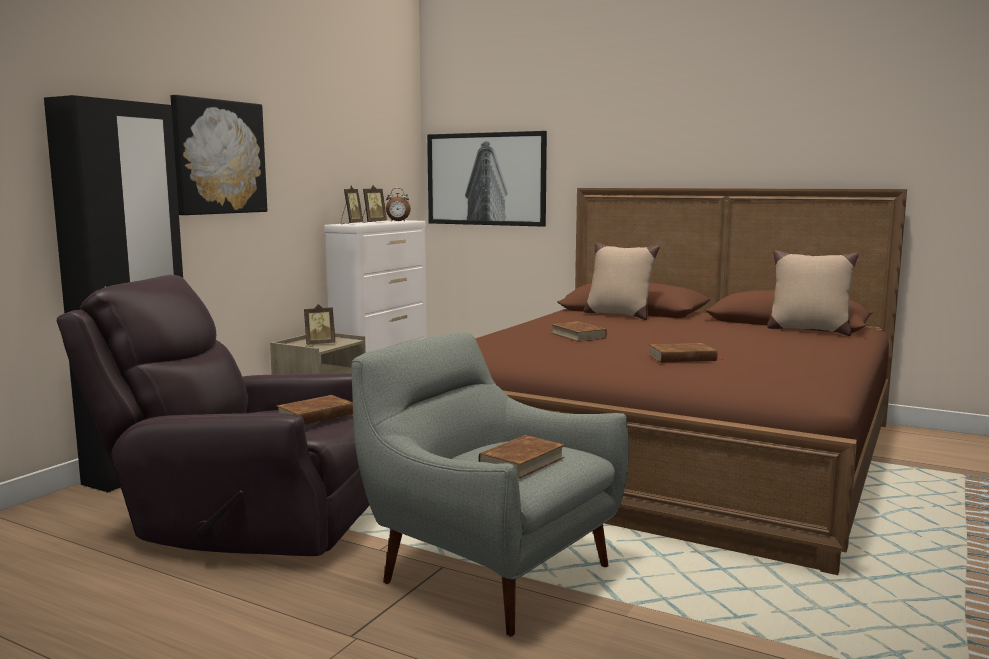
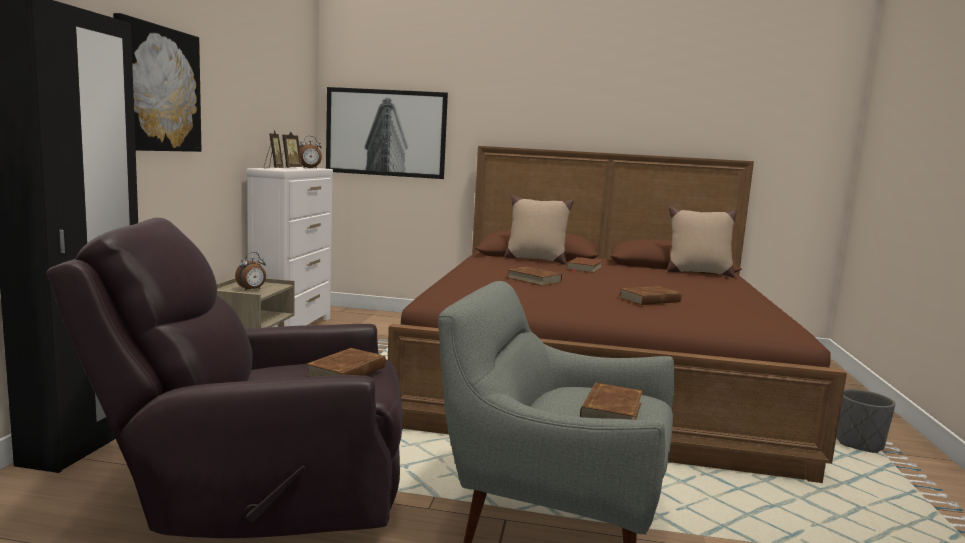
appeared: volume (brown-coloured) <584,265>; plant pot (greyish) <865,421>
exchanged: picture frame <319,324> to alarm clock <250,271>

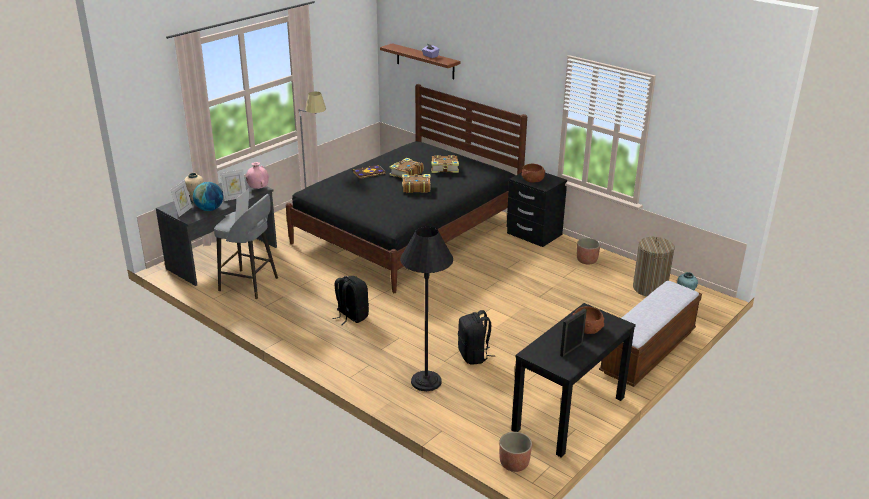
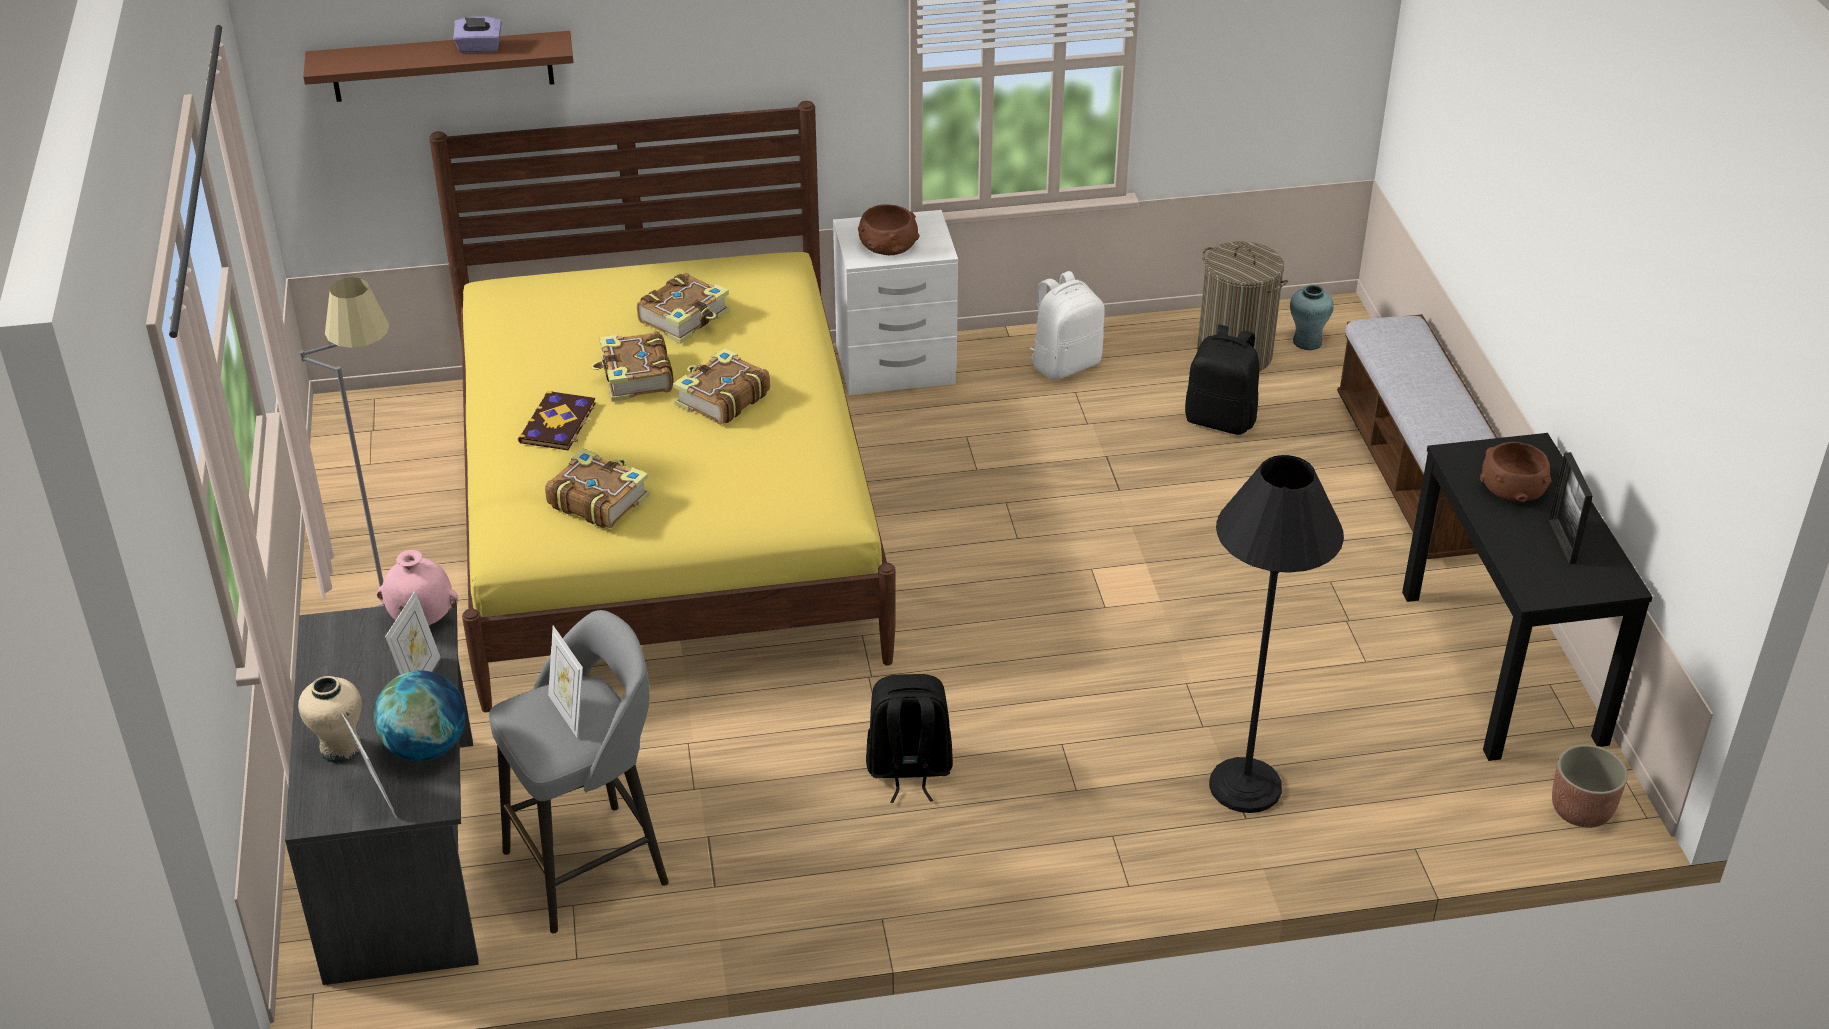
appeared: volume <597,488>
relocated: backpack (blackish) <476,337> to <1222,380>
exchanged: plant pot <588,251> to backpack (white-coloured) <1067,325>
colour: bed (blackish) <406,188> to bed (yellowish) <662,406>; nightstand (blackish) <537,209> to nightstand (white-coloured) <895,302>

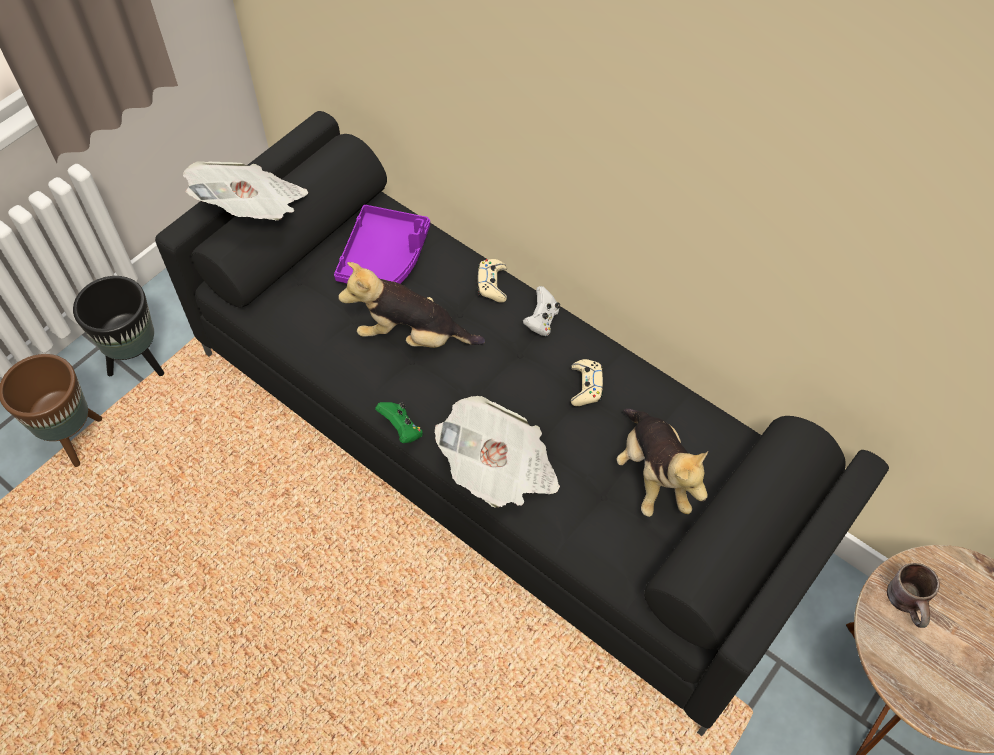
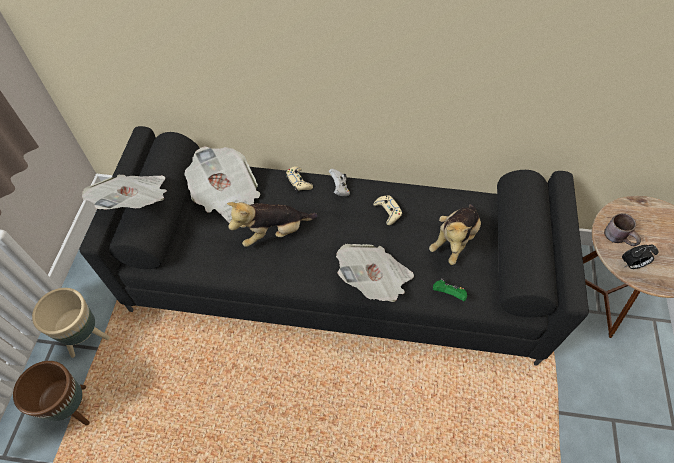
appeared: alarm clock <640,257>
relocated: game controller (green-coloured) <399,422> to <450,289>
exchanged: carrying tray (purple) <382,244> to newspaper <222,184>
colour: plant pot (blackish) <118,326> to plant pot (beige-coloured) <71,323>
spun: cuddly toy <662,463> = <455,234> 75 degrees clockwise

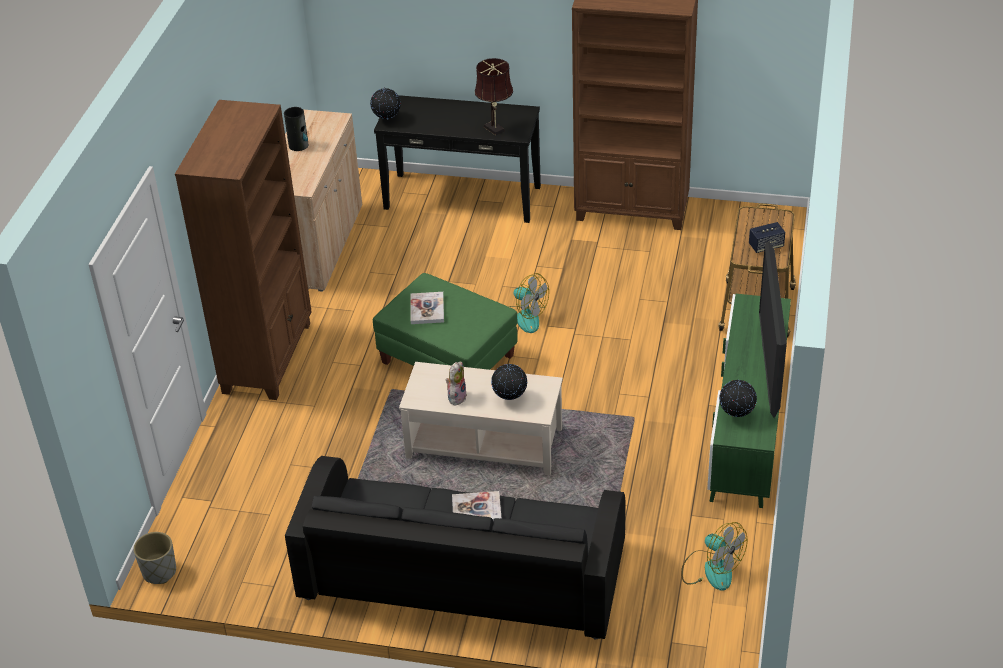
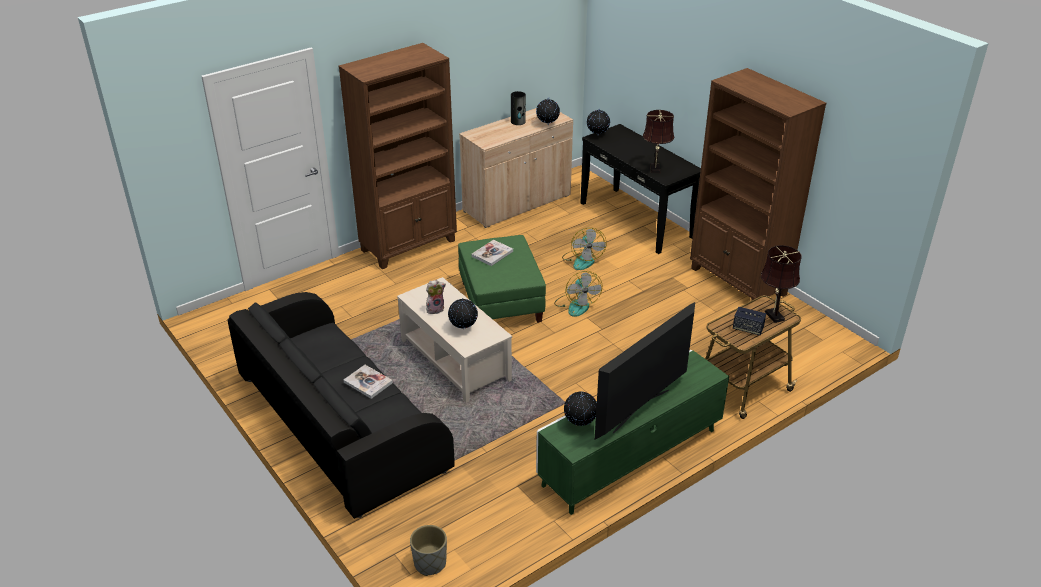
appeared: world globe <548,111>; lamp for a table (brown-coloured) <781,284>
relocated: fan <714,556> to <584,249>; plant pot (greyish) <154,558> to <428,550>

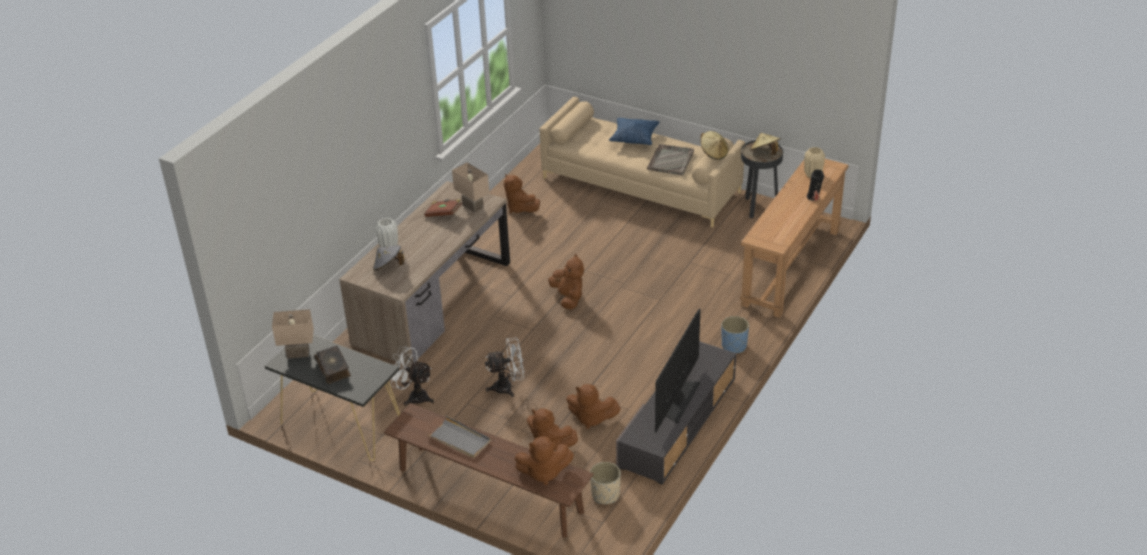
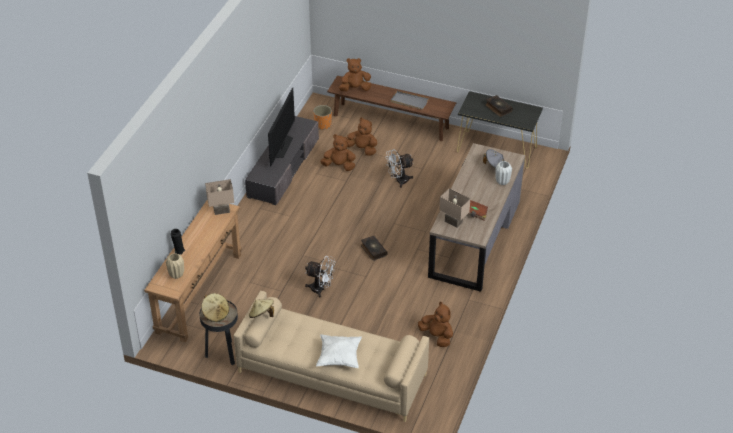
missing: carrying tray (greyish) <670,159>; plant pot (blue) <735,334>
relocated: lamp for a table (beige-coloured) <293,333> to <219,197>; fan (white-coloured) <412,376> to <320,276>
exchanged: cuddly toy (brown-coloured) <566,282> to volume <374,248>
colour: cushion (blue) <634,131> to cushion (white-coloured) <339,351>; plant pot (beige-coloured) <605,483> to plant pot (orange-coloured) <323,117>

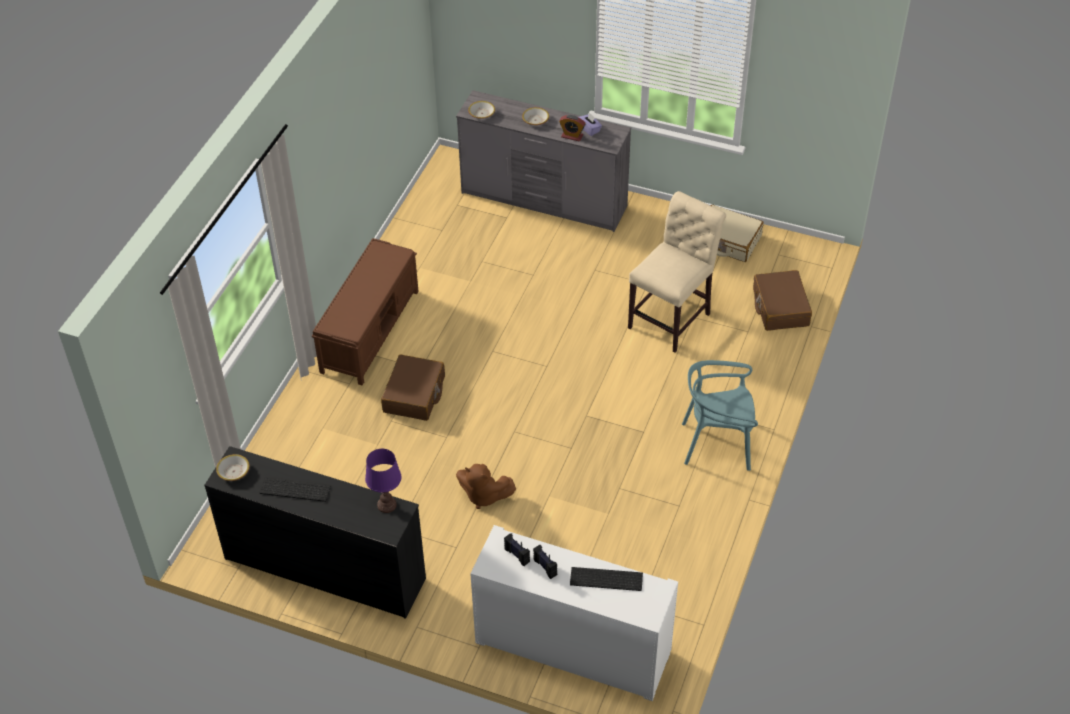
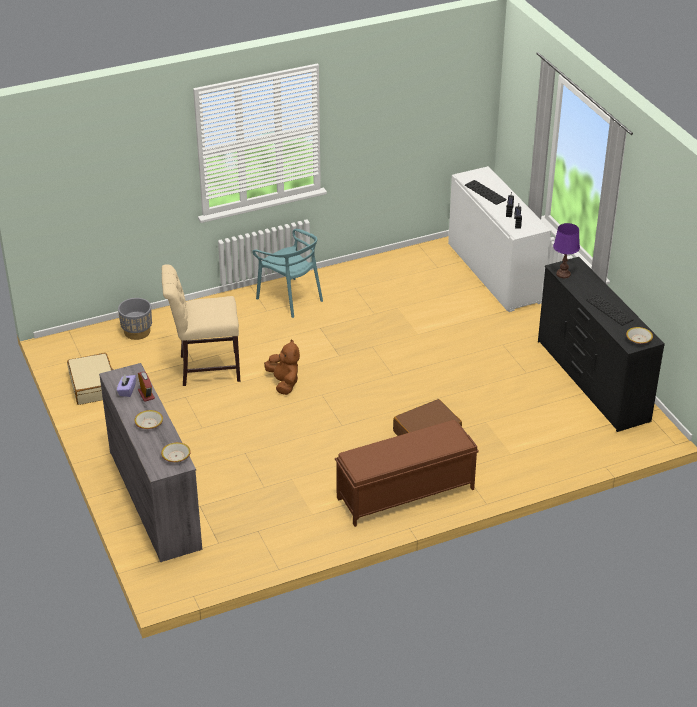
relocated: cuddly toy (brown-coloured) <486,486> to <282,367>
exchanged: suitcase (brown-coloured) <782,300> to plant pot (greyish) <135,319>

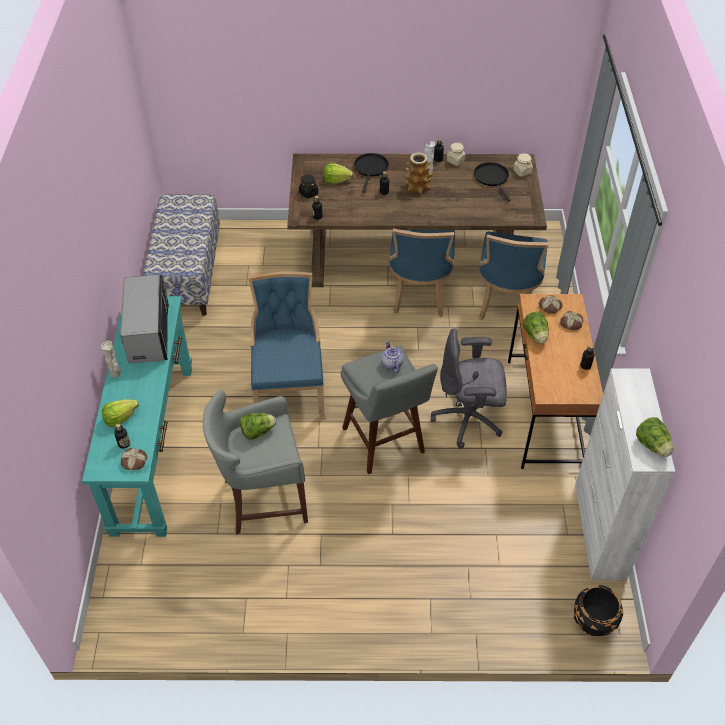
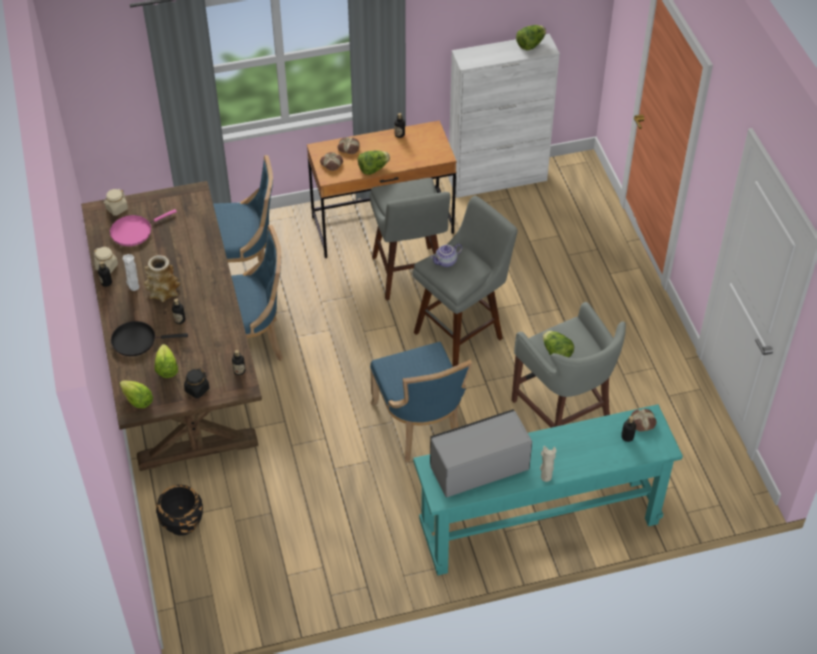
missing: bench <181,255>
relocated: lettuce <120,413> to <136,394>; plant pot (blackish) <598,610> to <179,509>
exchanged: computer chair (greyish) <469,388> to sitting stool (greyish) <410,239>
colour: pan (blackish) <492,182> to pan (pink-coloured) <143,227>
spun: plain chair (blue) <287,345> = <421,402> 90 degrees counterclockwise

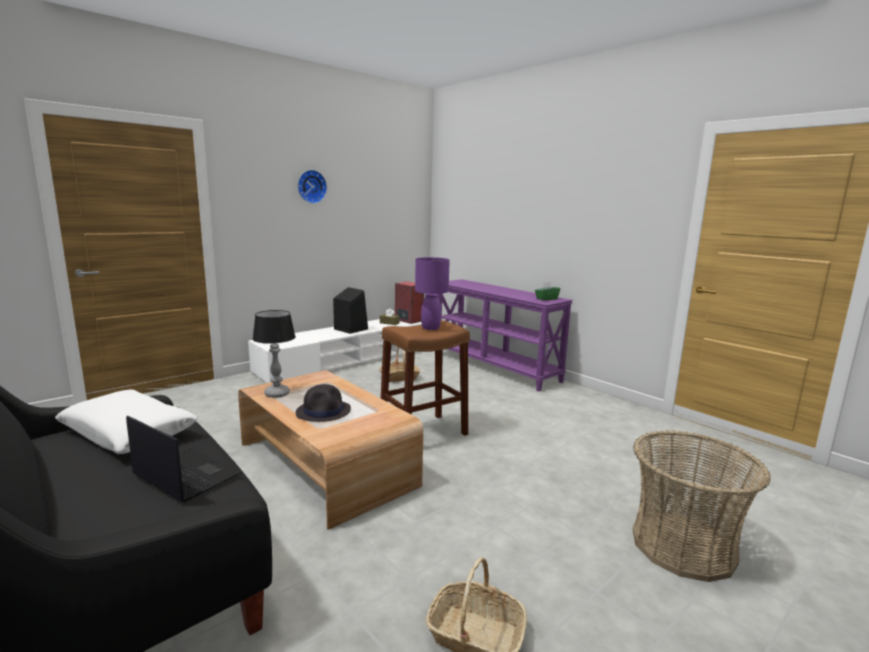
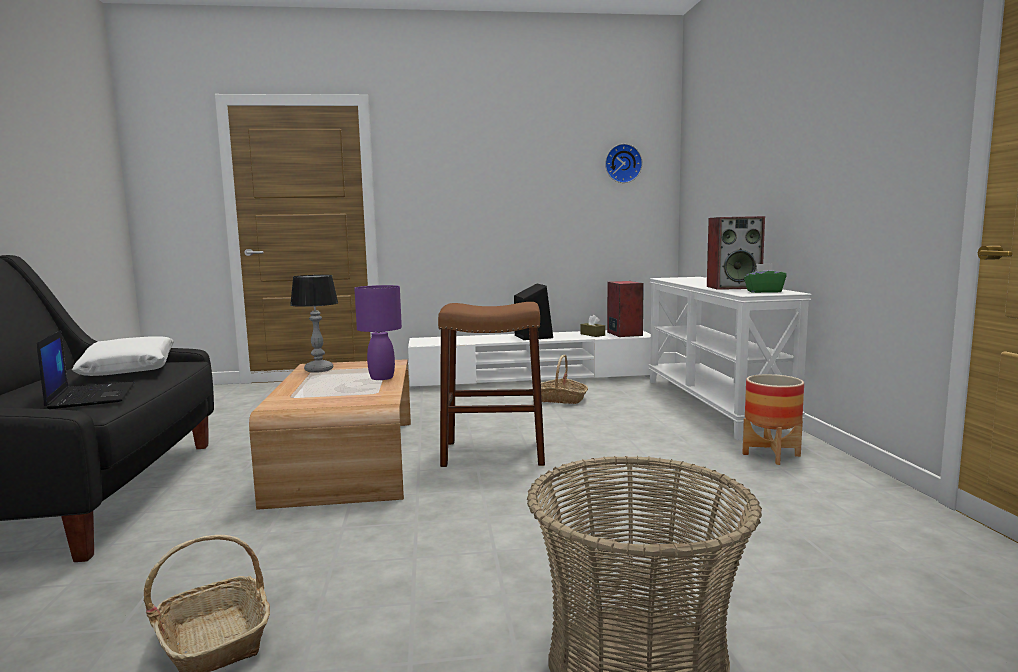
missing: wearable hat (blackish) <323,403>
appeared: audio speaker <736,253>; plant pot <773,419>
relocated: clock on the wall <312,187> to <623,163>; lamp for a table (purple) <432,293> to <378,332>
colour: narrow table (purple) <505,335> to narrow table (white-coloured) <730,358>

